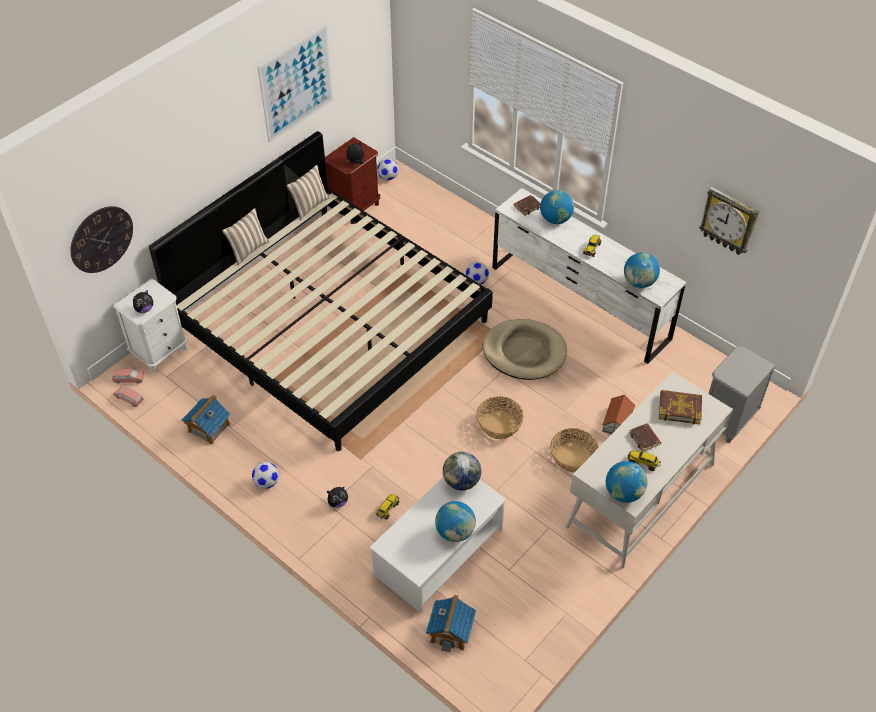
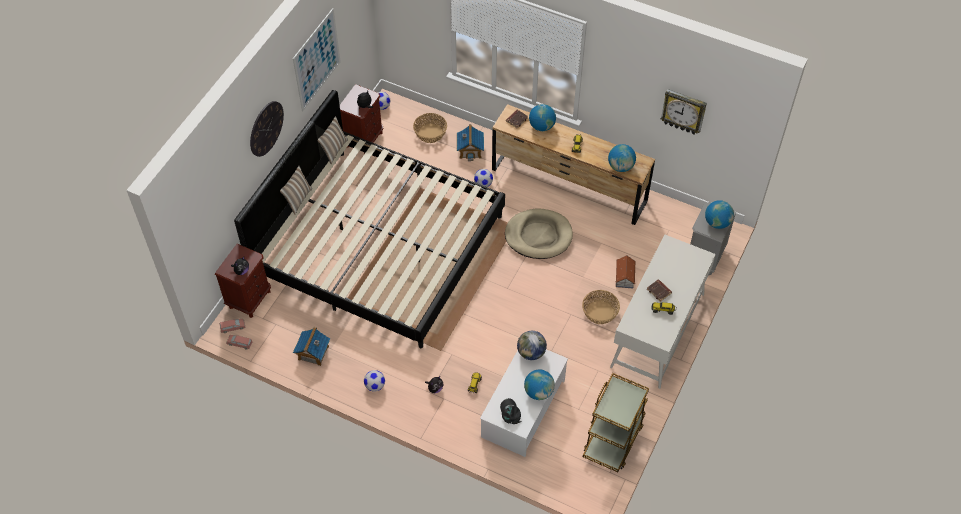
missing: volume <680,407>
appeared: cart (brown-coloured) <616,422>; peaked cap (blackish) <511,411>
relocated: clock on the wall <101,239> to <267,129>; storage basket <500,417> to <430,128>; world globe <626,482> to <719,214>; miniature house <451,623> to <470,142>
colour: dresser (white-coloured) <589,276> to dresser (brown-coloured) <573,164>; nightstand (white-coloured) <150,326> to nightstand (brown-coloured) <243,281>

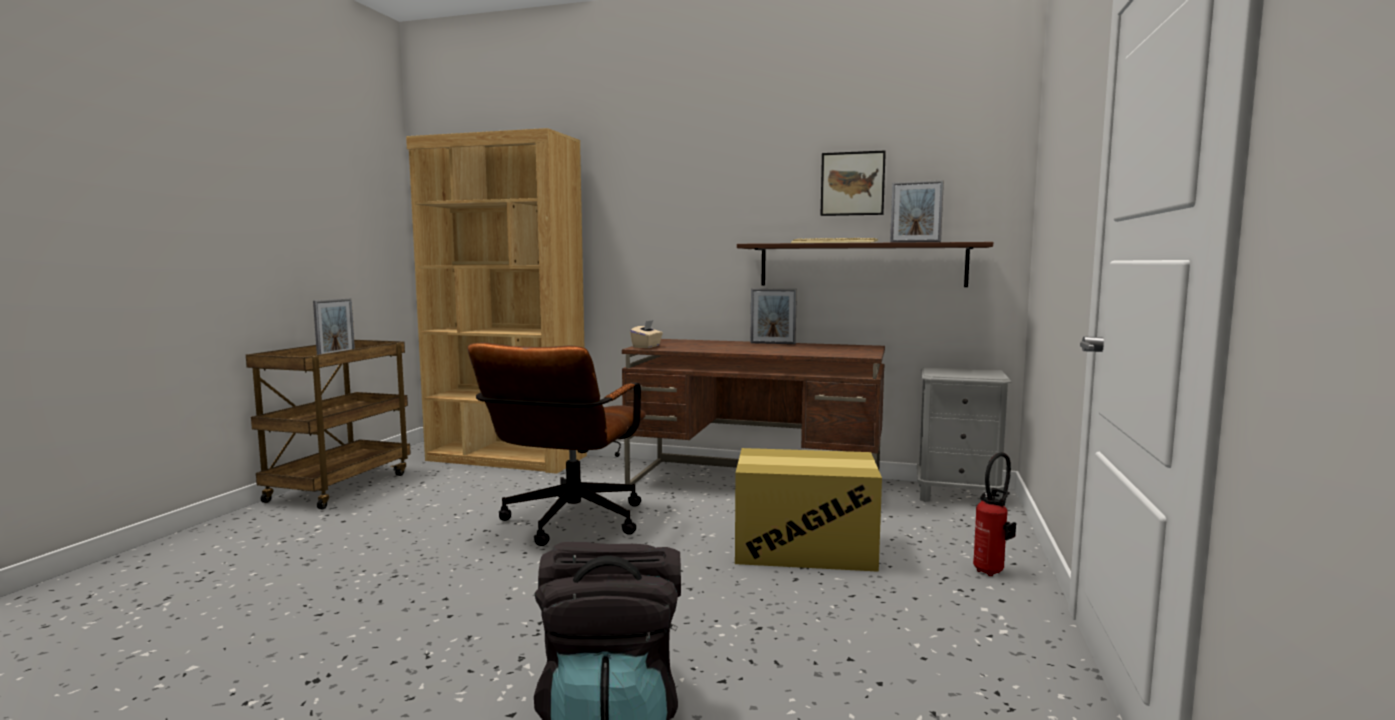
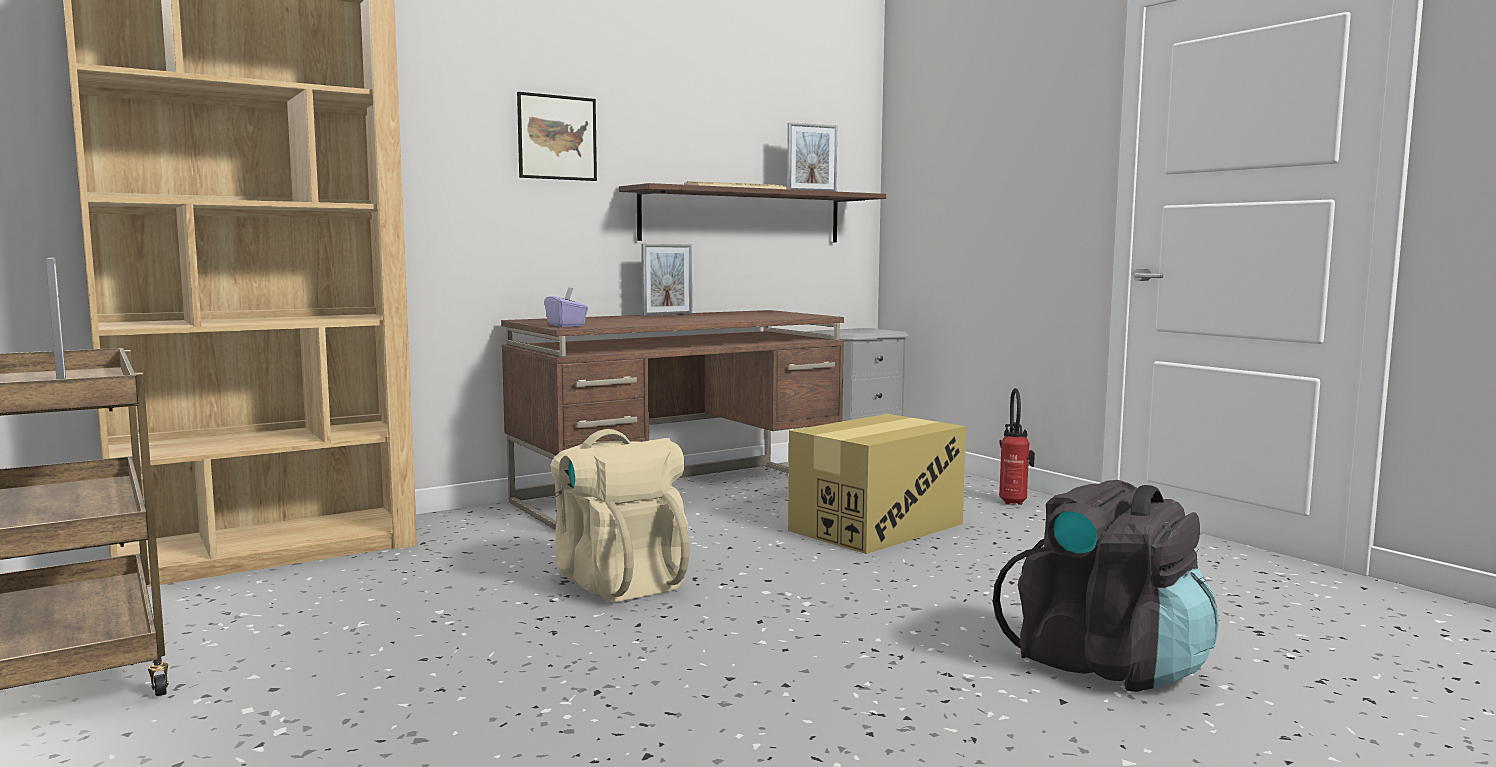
relocated: picture <853,183> to <557,136>
exchanged: computer chair (brown-coloured) <556,444> to backpack (beige-coloured) <620,515>
colour: tissue holder (beige-coloured) <646,334> to tissue holder (purple) <566,307>

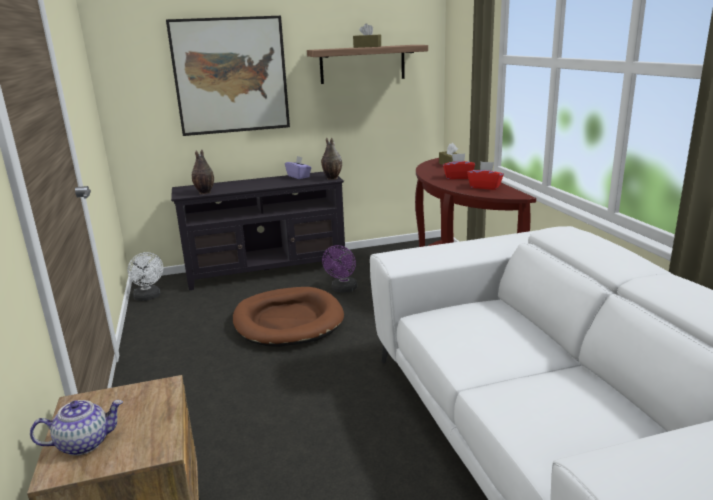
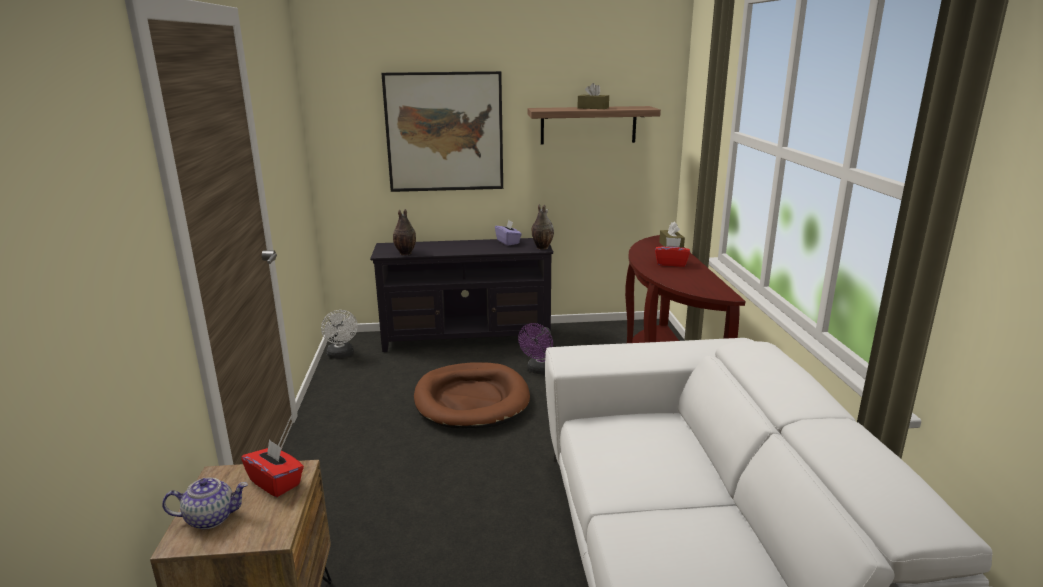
relocated: tissue holder (reddish) <485,175> to <272,468>

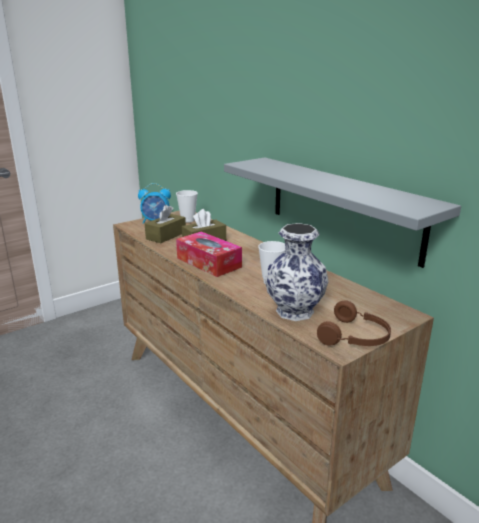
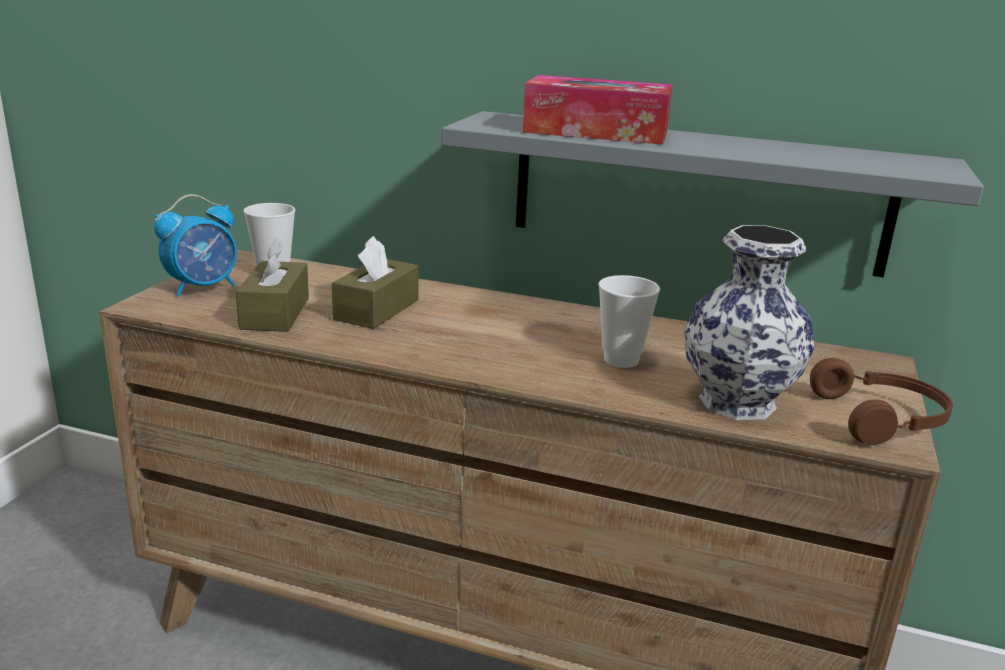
relocated: tissue holder <209,254> to <597,110>

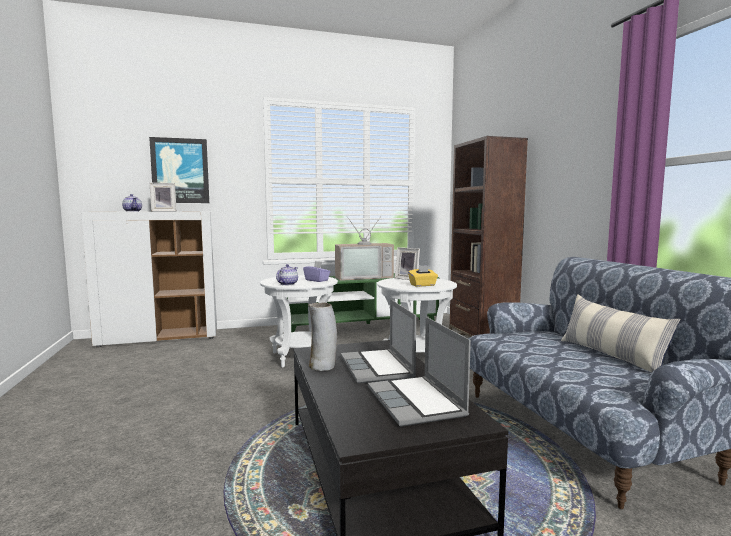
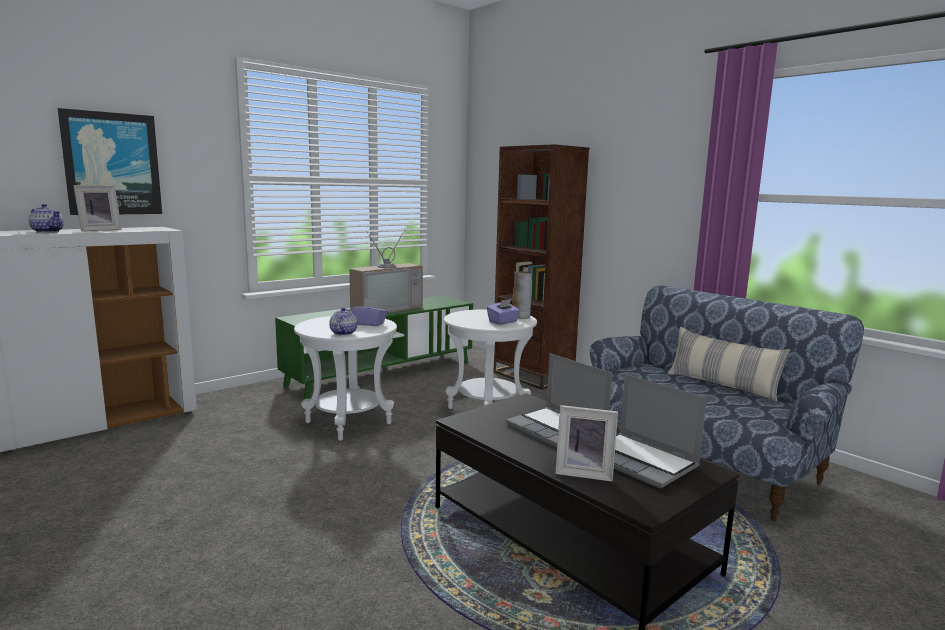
relocated: picture frame <407,263> to <586,443>; flower vase <323,337> to <522,295>
colour: tissue holder (yellowish) <423,276> to tissue holder (purple) <504,312>

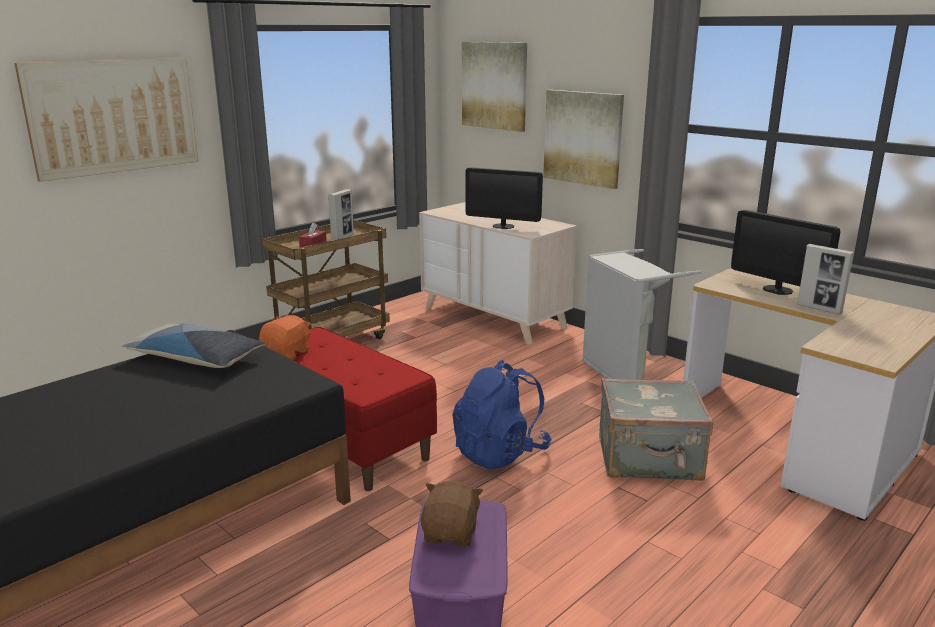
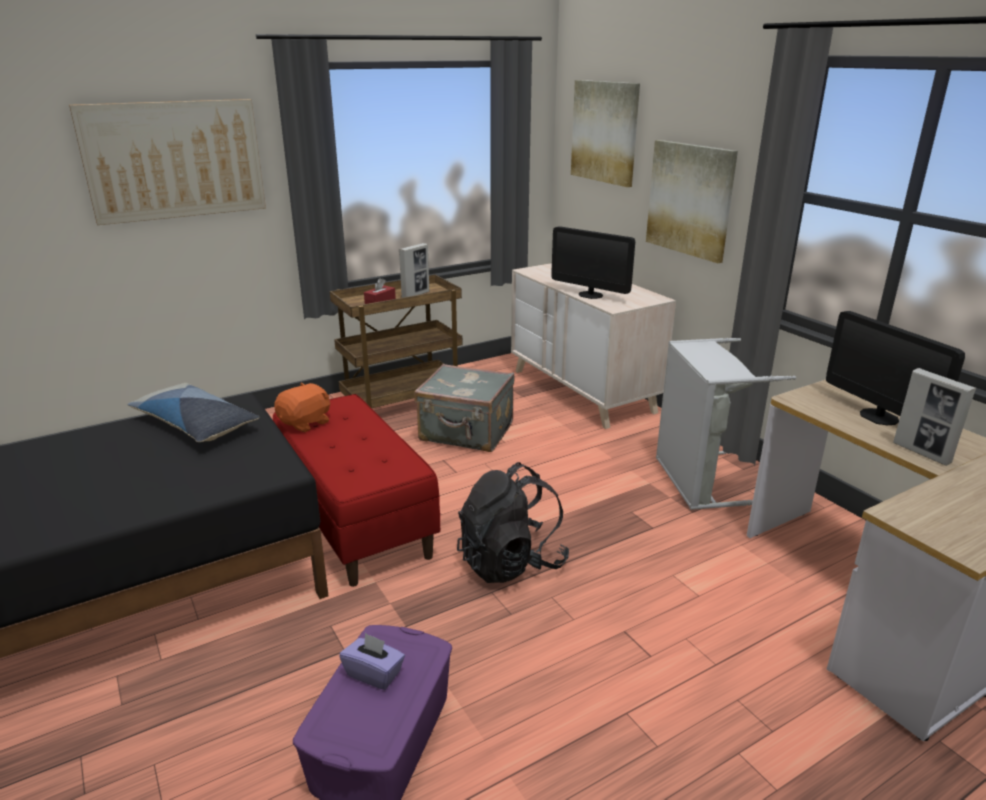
relocated: suitcase (greyish) <656,429> to <465,408>
exchanged: cuddly toy (brown-coloured) <452,514> to tissue holder (purple) <372,661>
colour: backpack (blue) <502,414> to backpack (blackish) <513,522>

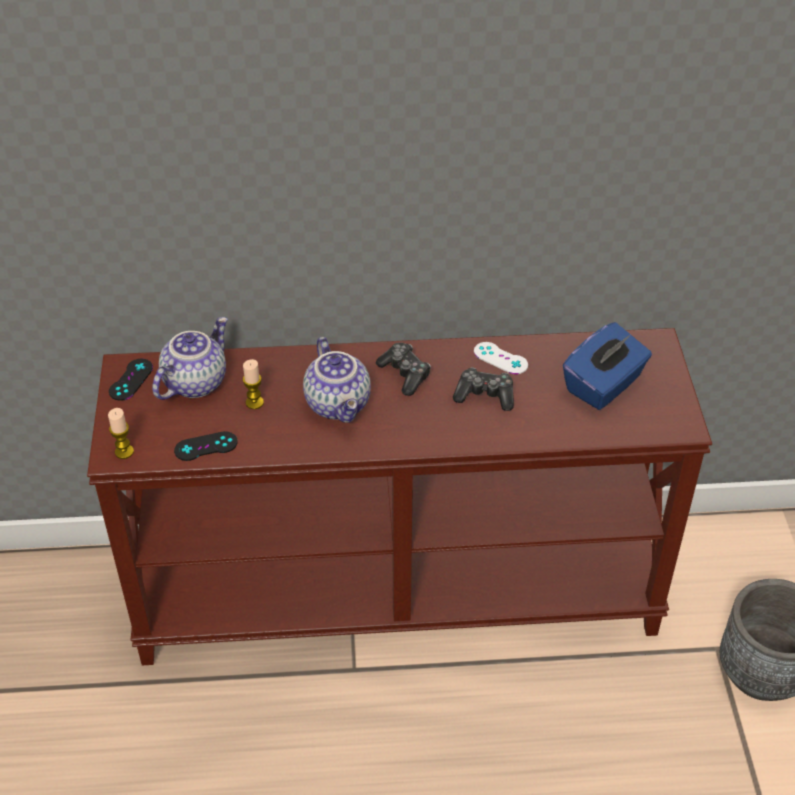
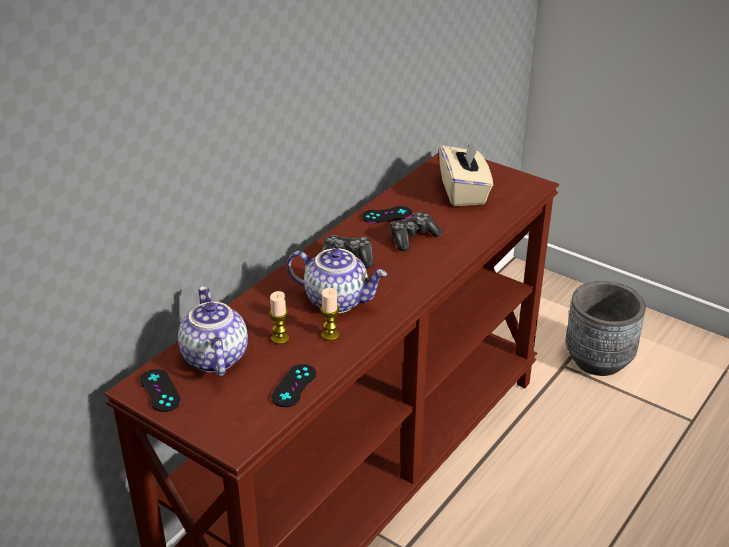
relocated: wax candle <121,433> to <329,314>
colour: tissue holder (blue) <607,366> to tissue holder (beige-coloured) <466,172>; game controller (white-coloured) <501,358> to game controller (blackish) <387,214>

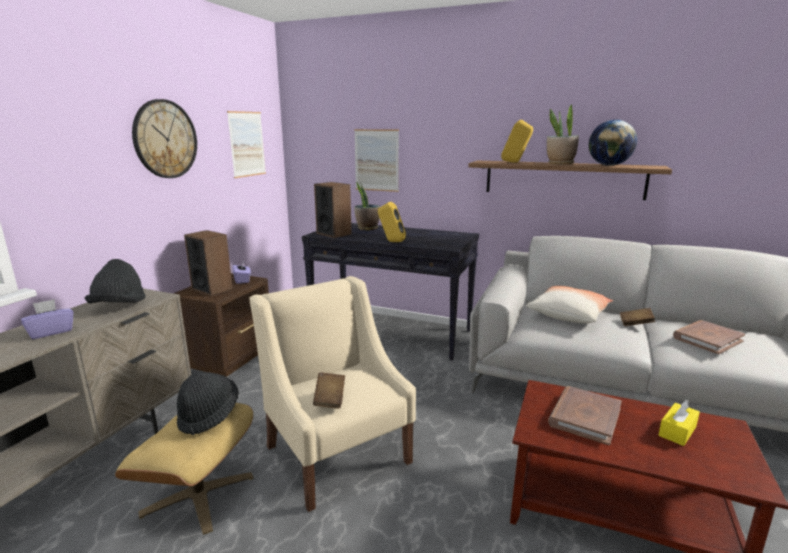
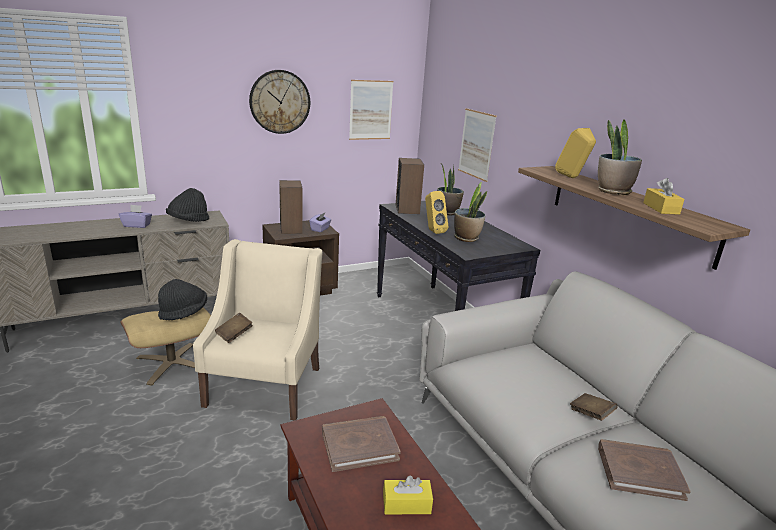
missing: cushion <569,305>
appeared: houseplant <470,212>
exchanged: world globe <613,142> to tissue holder (yellowish) <663,196>

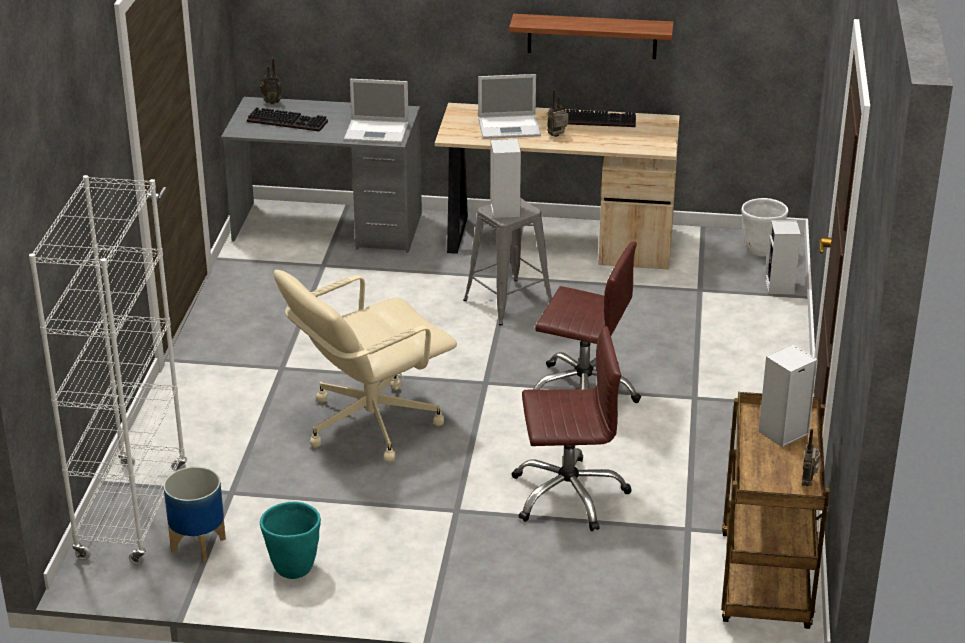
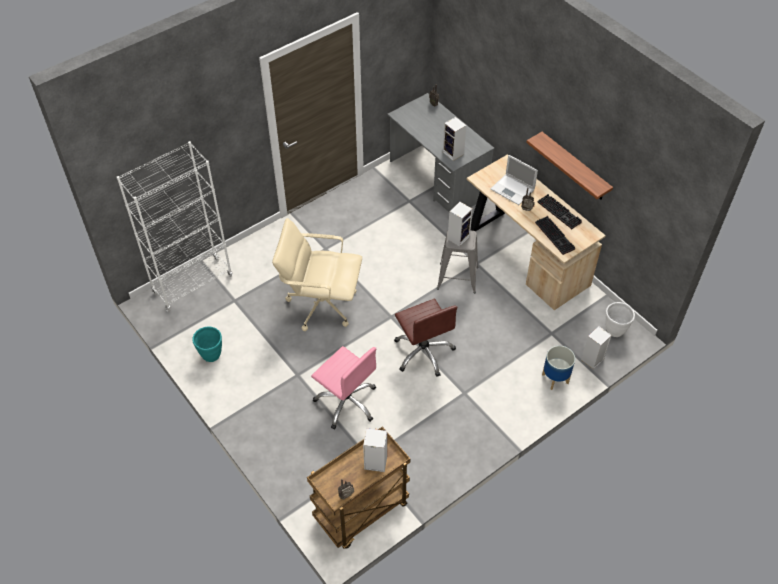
relocated: PC keyboard <287,119> to <555,235>; plant pot <194,514> to <558,368>
exchanged: portable computer <376,111> to audio speaker <454,139>
colour: computer chair (brown-coloured) <571,428> to computer chair (pink-coloured) <343,387>

